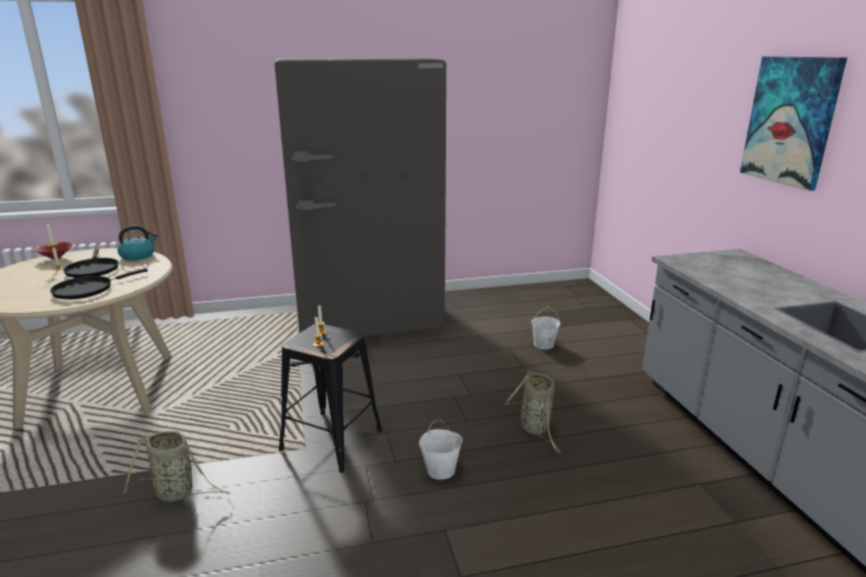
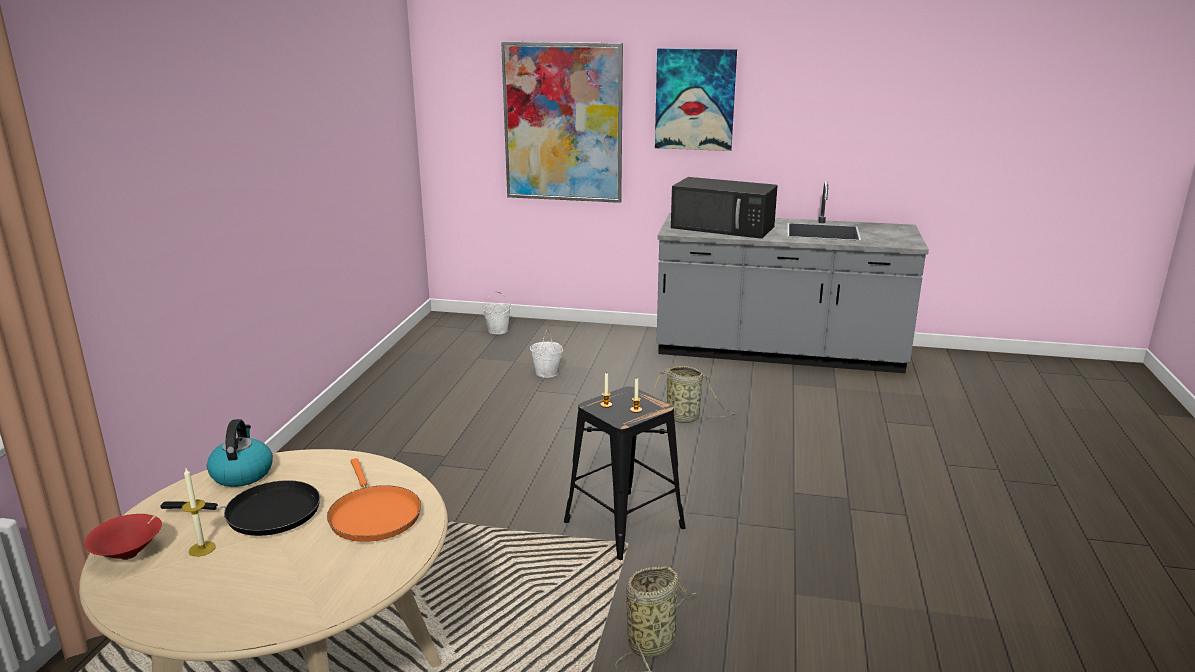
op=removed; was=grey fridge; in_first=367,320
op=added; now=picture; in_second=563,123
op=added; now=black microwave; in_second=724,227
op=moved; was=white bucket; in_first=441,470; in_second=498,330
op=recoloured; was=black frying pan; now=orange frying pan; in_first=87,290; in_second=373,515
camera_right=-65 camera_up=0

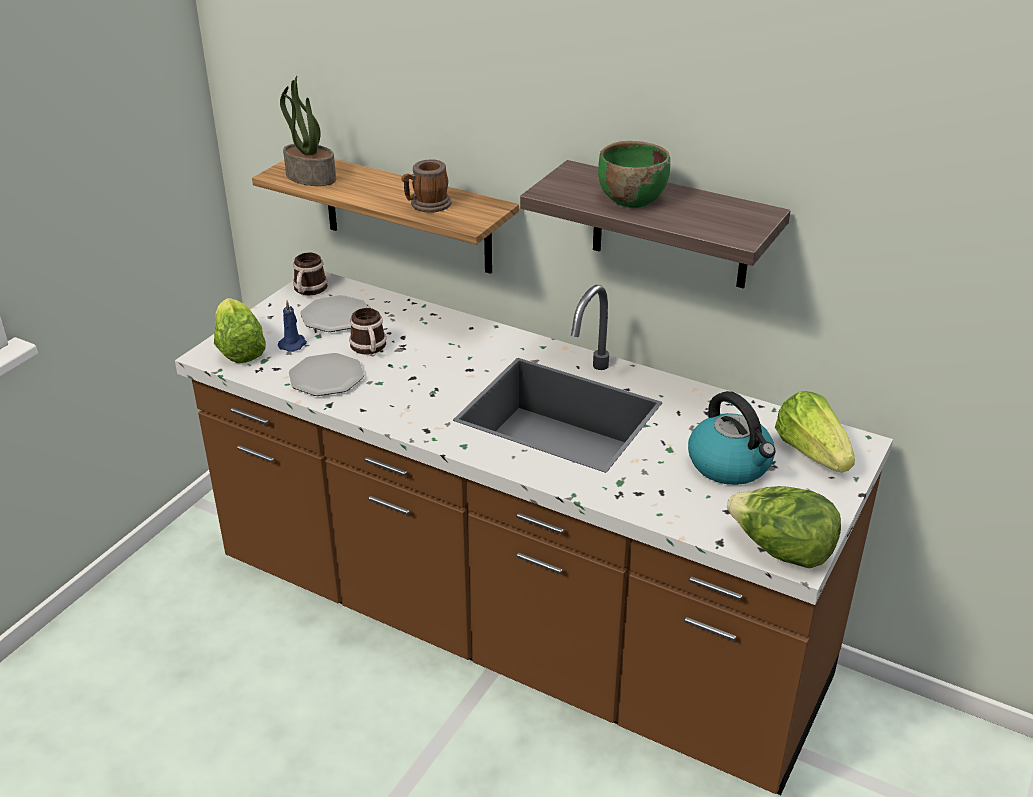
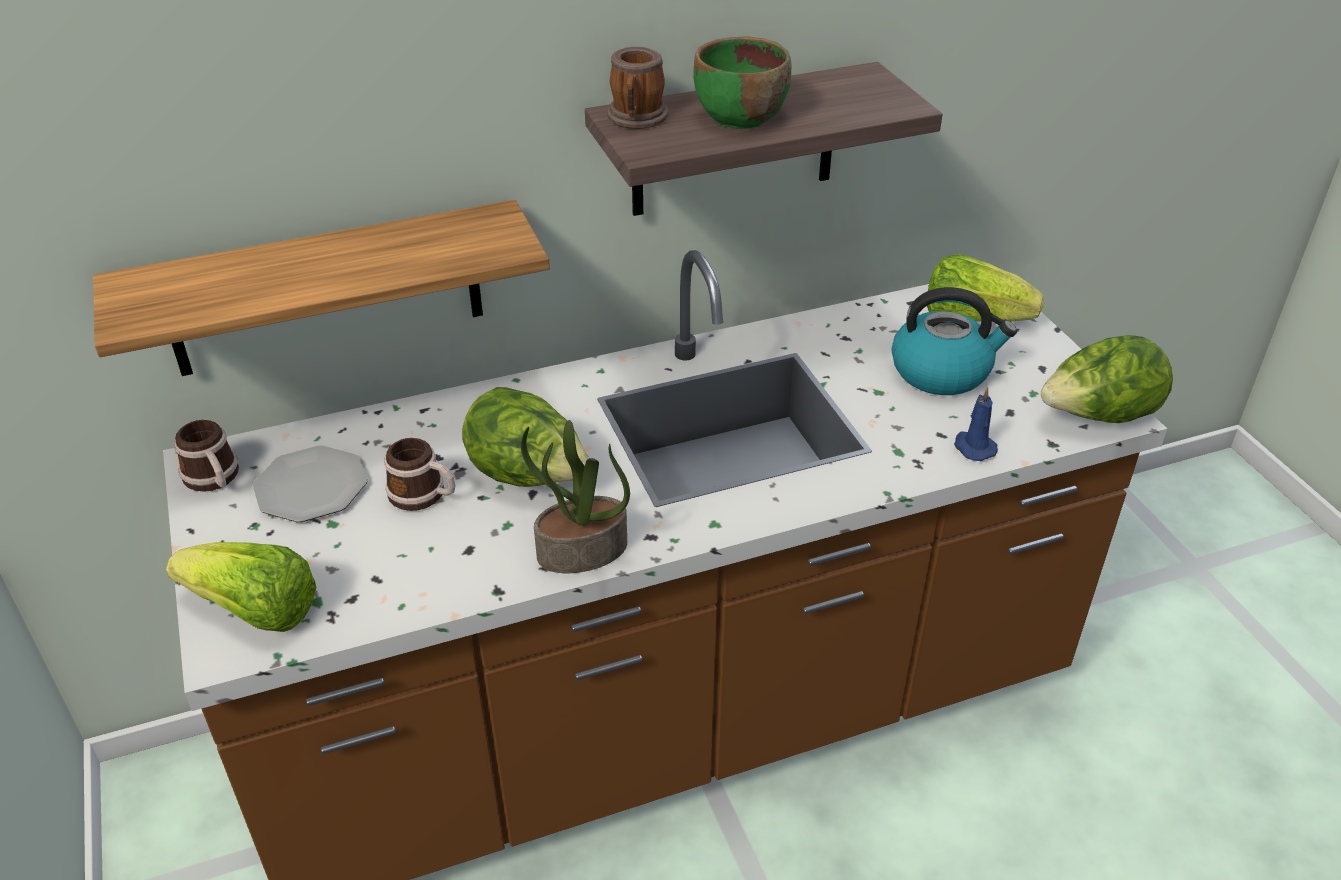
op=removed; was=plate; in_first=325,377
op=added; now=lettuce; in_second=528,476
op=moved; was=blue candle; in_first=293,344; in_second=973,447
op=moved; was=potted plant; in_first=309,178; in_second=581,552
op=moved; was=mug; in_first=426,205; in_second=636,119
camera_right=-50 camera_up=5

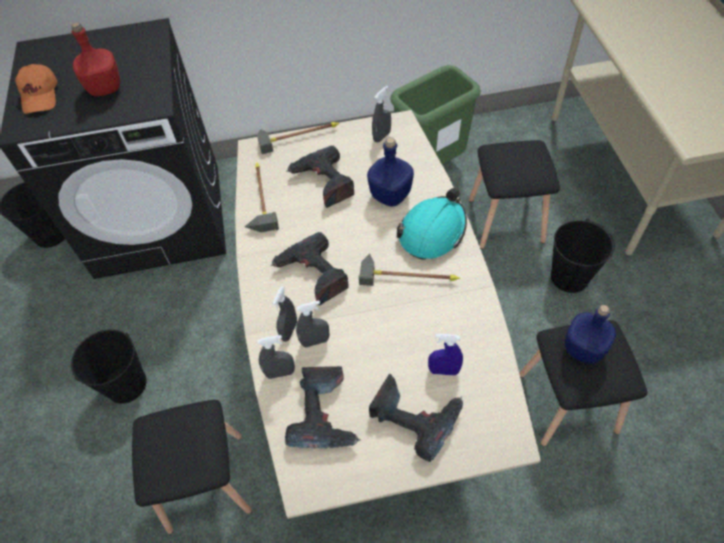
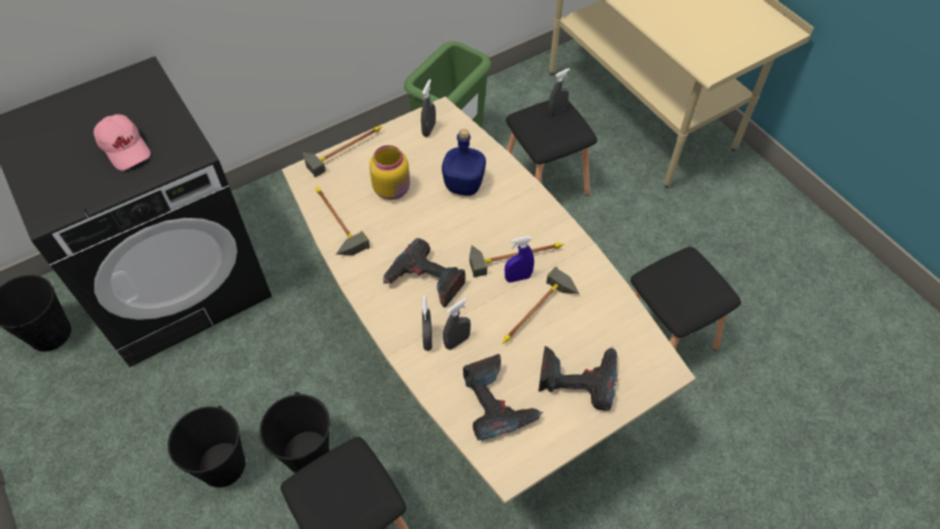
op=removed; was=orange cap; in_first=41,96
op=removed; was=turquoise hard hat; in_first=432,231
op=removed; was=blue bottle; in_first=584,349
op=added; now=hammer; in_second=538,316
op=moved; was=grey spray bottle; in_first=280,373; in_second=557,110
op=moved; was=blue spray bottle; in_first=443,371; in_second=518,278
op=moved; was=black bucket; in_first=569,277; in_second=306,453
op=replaced; was=red bottle; now=pink cap; in_first=106,88; in_second=125,148
op=replaced; was=power drill; now=yellow jar; in_first=324,182; in_second=393,189
camera_right=-25 camera_up=0

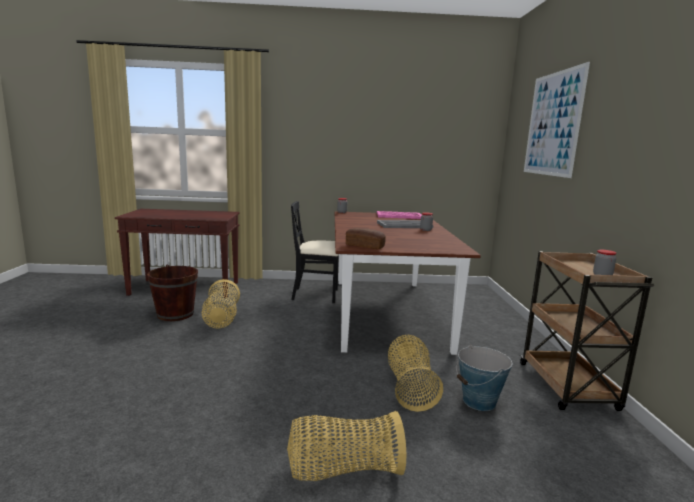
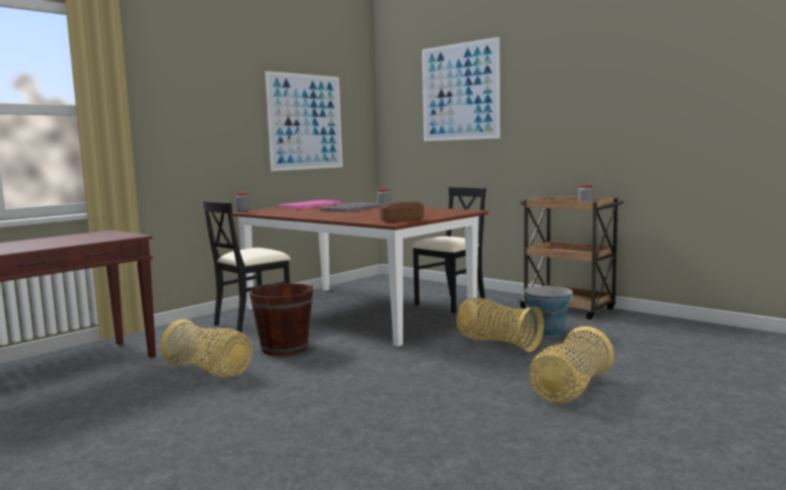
op=added; now=picture; in_second=305,122
op=added; now=black chair; in_second=450,304
op=moved; was=brown bucket; in_first=175,314; in_second=284,348
camera_right=-45 camera_up=-5

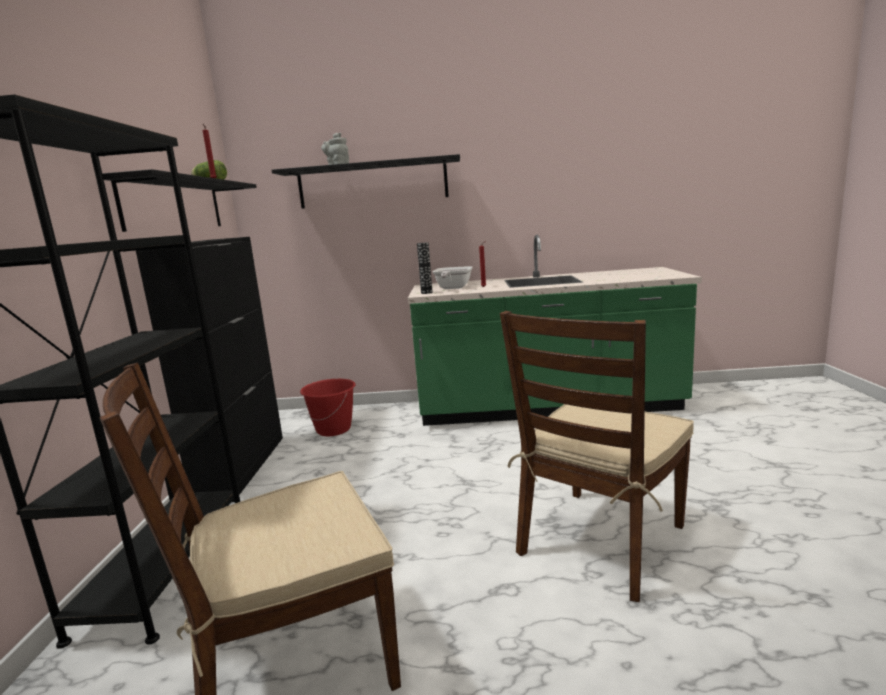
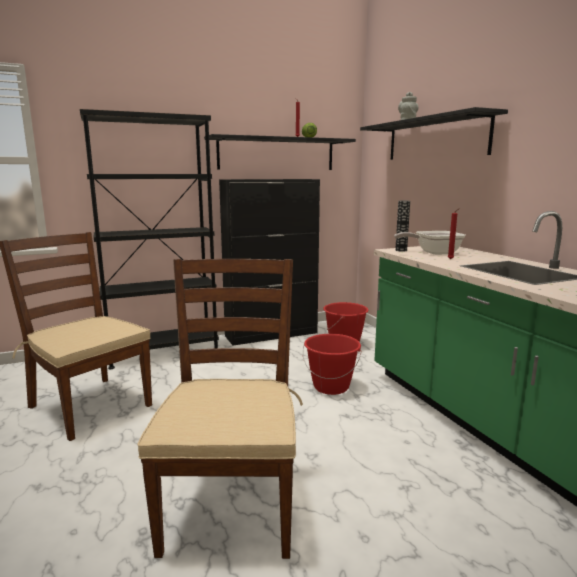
op=added; now=red bucket; in_second=331,386
op=turned; was=brown chair; in_first=601,540; in_second=231,503; clockwise=75
camera_right=65 camera_up=0

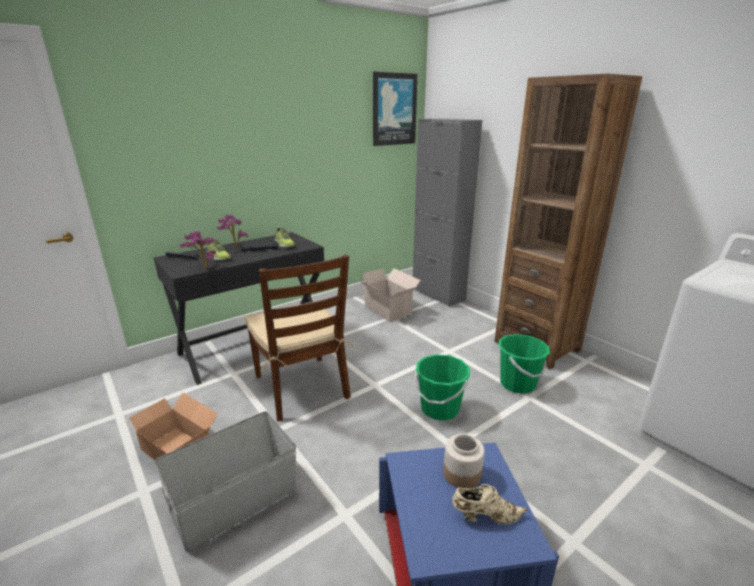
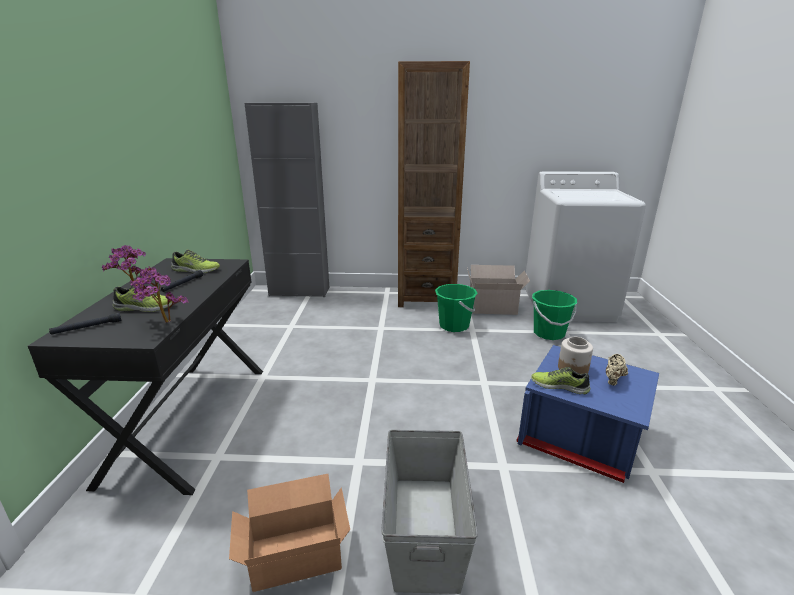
op=removed; was=brown chair; in_first=302,387
op=removed; was=picture; in_first=394,109
op=added; now=shoe; in_second=559,386
op=moved; was=cardboard box; in_first=388,311; in_second=494,307
op=moved; was=green bucket; in_first=439,409; in_second=549,333
camera_right=-50 camera_up=0

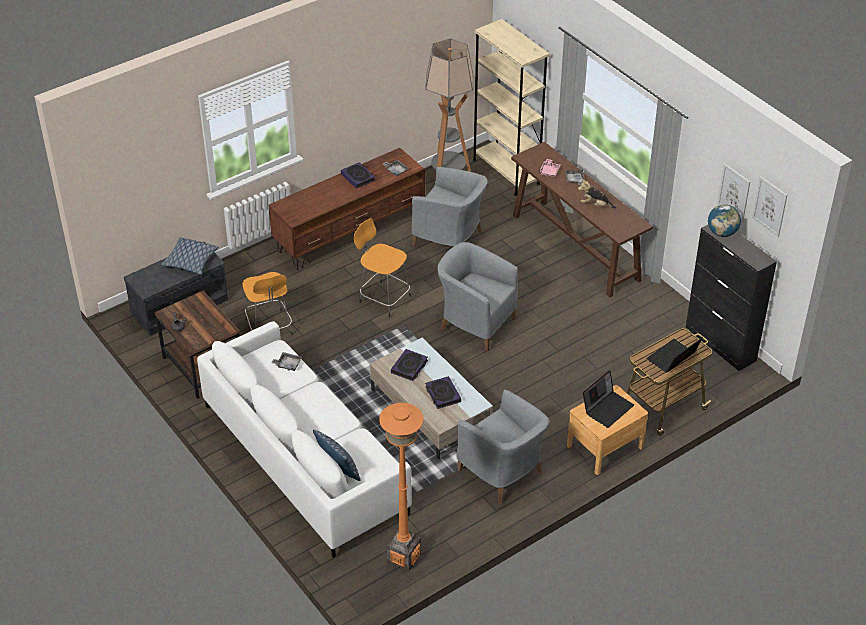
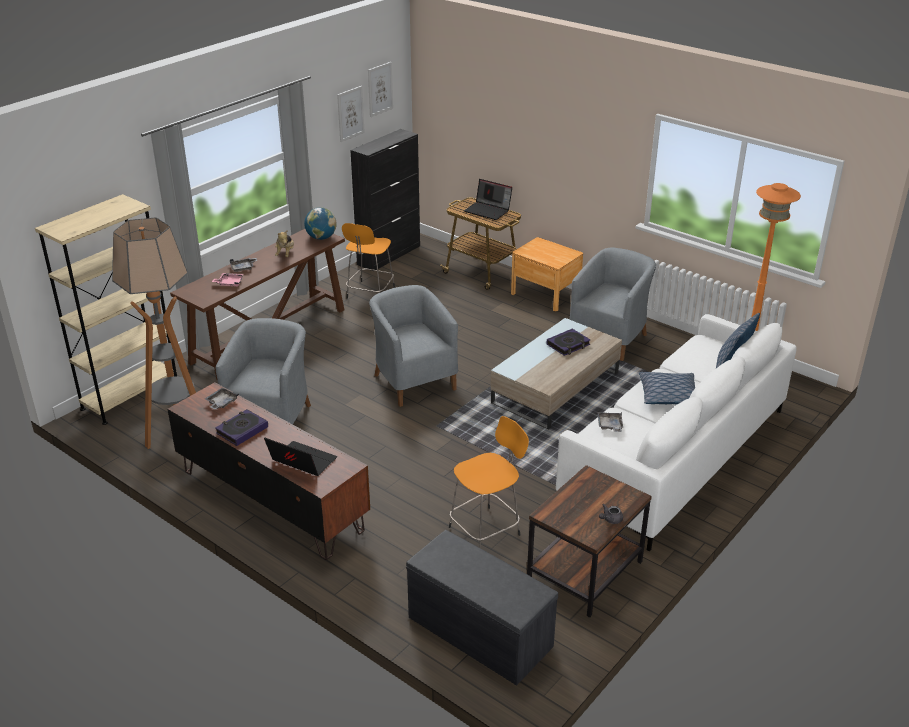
op=removed; was=book; in_first=409,367
op=moved; was=pillow; in_first=191,261; in_second=668,395
op=moved; was=orange stool; in_first=383,298; in_second=370,293
op=moved; was=laptop; in_first=607,408; in_second=301,462
op=moved; was=globe; in_first=722,233; in_second=321,238
op=turned; was=grey armchair; in_first=475,323; in_second=413,380; clockwise=135
camera_right=-105 camera_up=-10

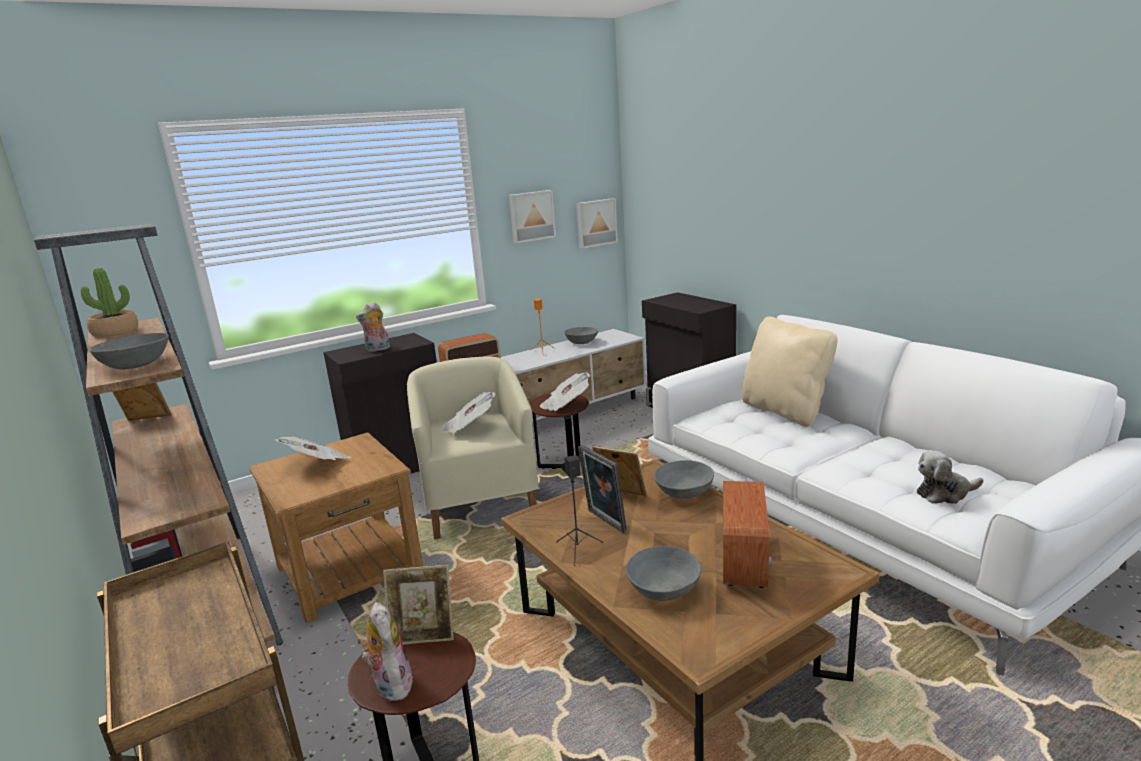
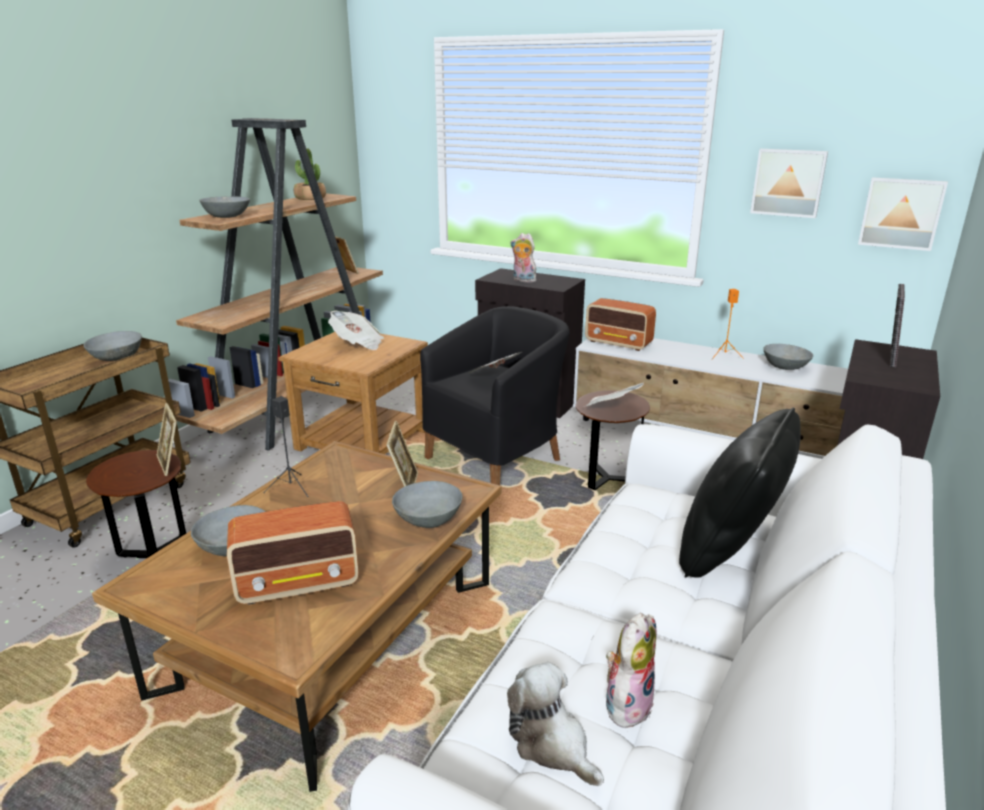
op=added; now=grey bowl; in_second=117,357
op=moved; was=plush toy; in_first=390,684; in_second=626,703
op=moved; was=picture frame; in_first=604,521; in_second=889,358
op=recoloured; was=beige armchair; now=black armchair; in_first=480,504; in_second=497,458
op=recoloured; was=beige pillow; now=black pillow; in_first=785,411; in_second=730,551
camera_right=60 camera_up=5

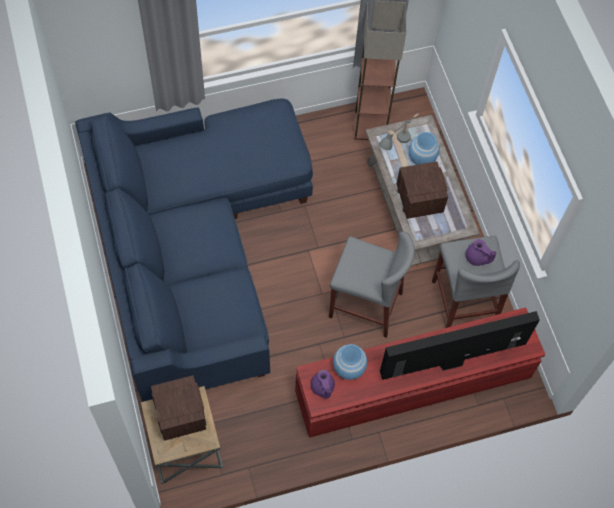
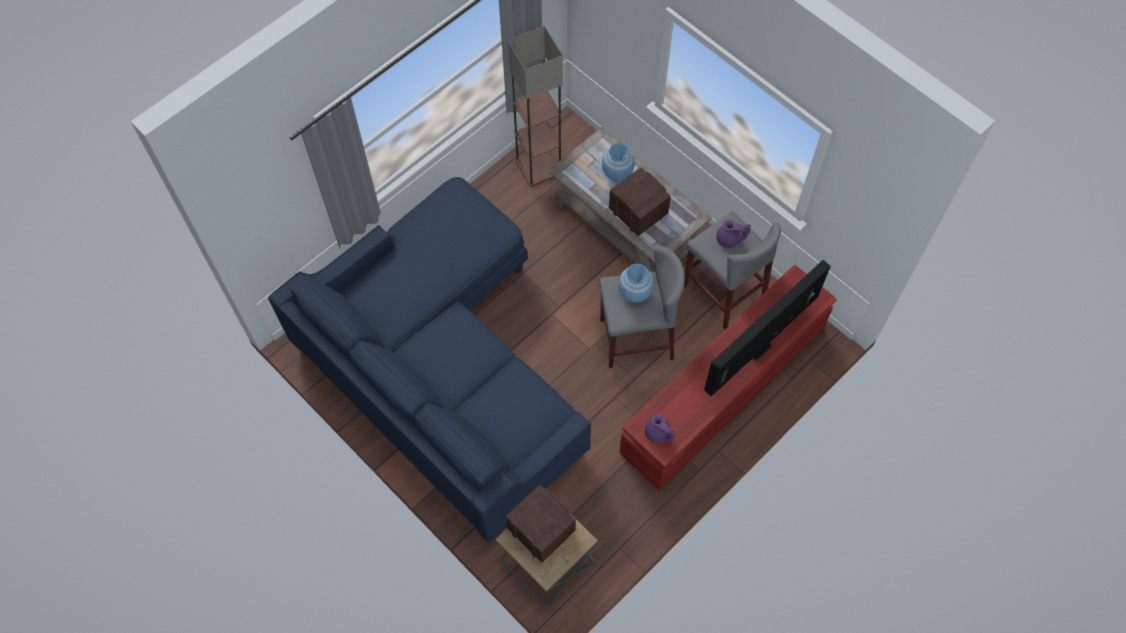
op=removed; was=grey table lamp; in_first=397,144
op=moved; was=blue vase; in_first=348,368; in_second=634,292
camera_right=-25 camera_up=0

